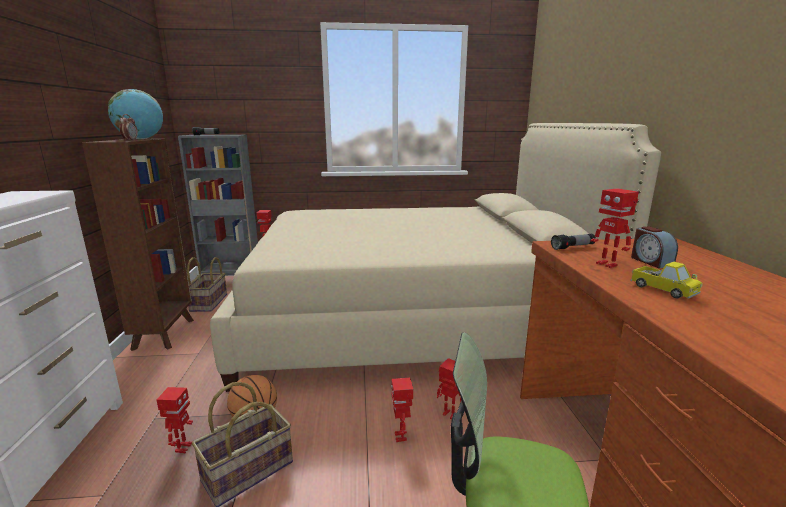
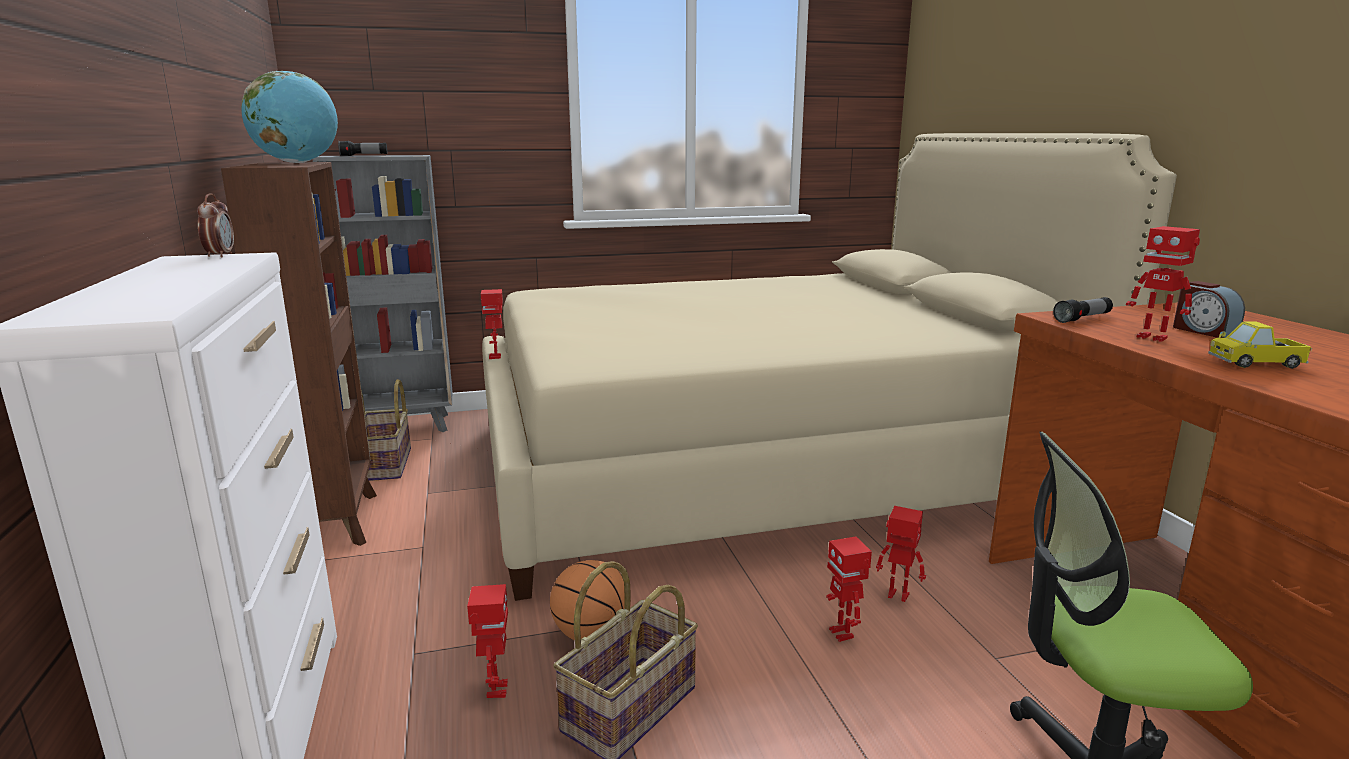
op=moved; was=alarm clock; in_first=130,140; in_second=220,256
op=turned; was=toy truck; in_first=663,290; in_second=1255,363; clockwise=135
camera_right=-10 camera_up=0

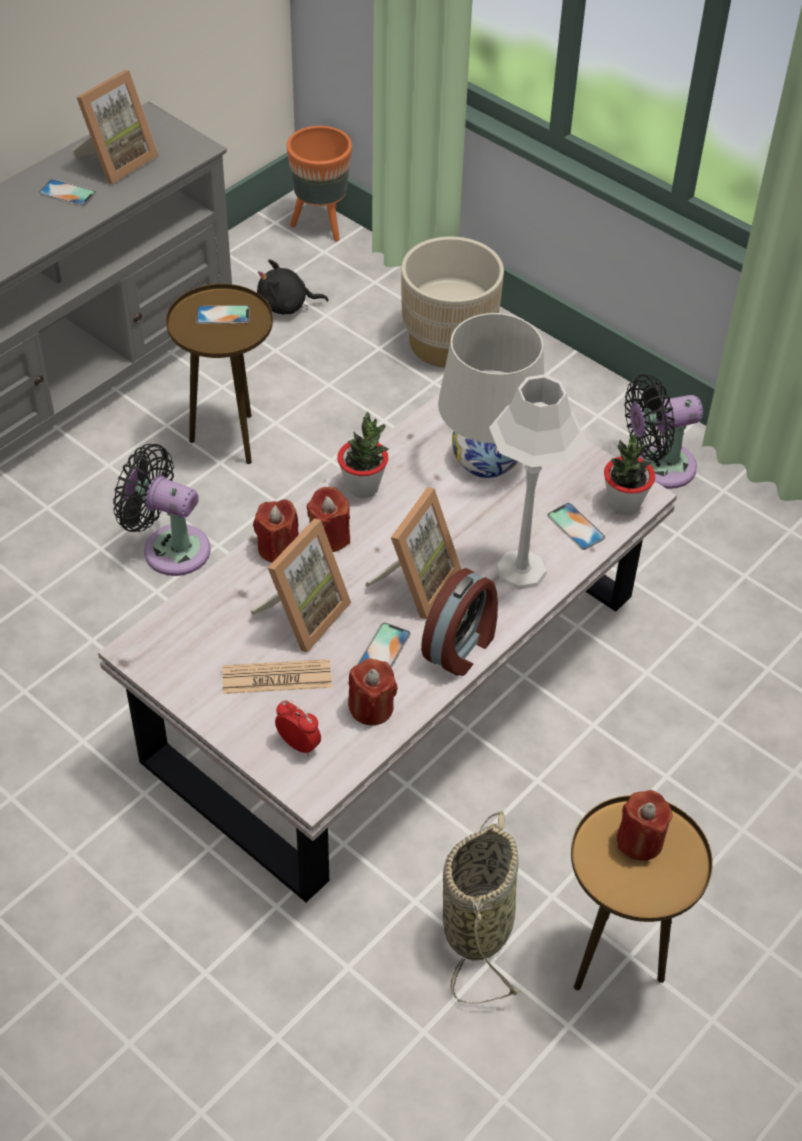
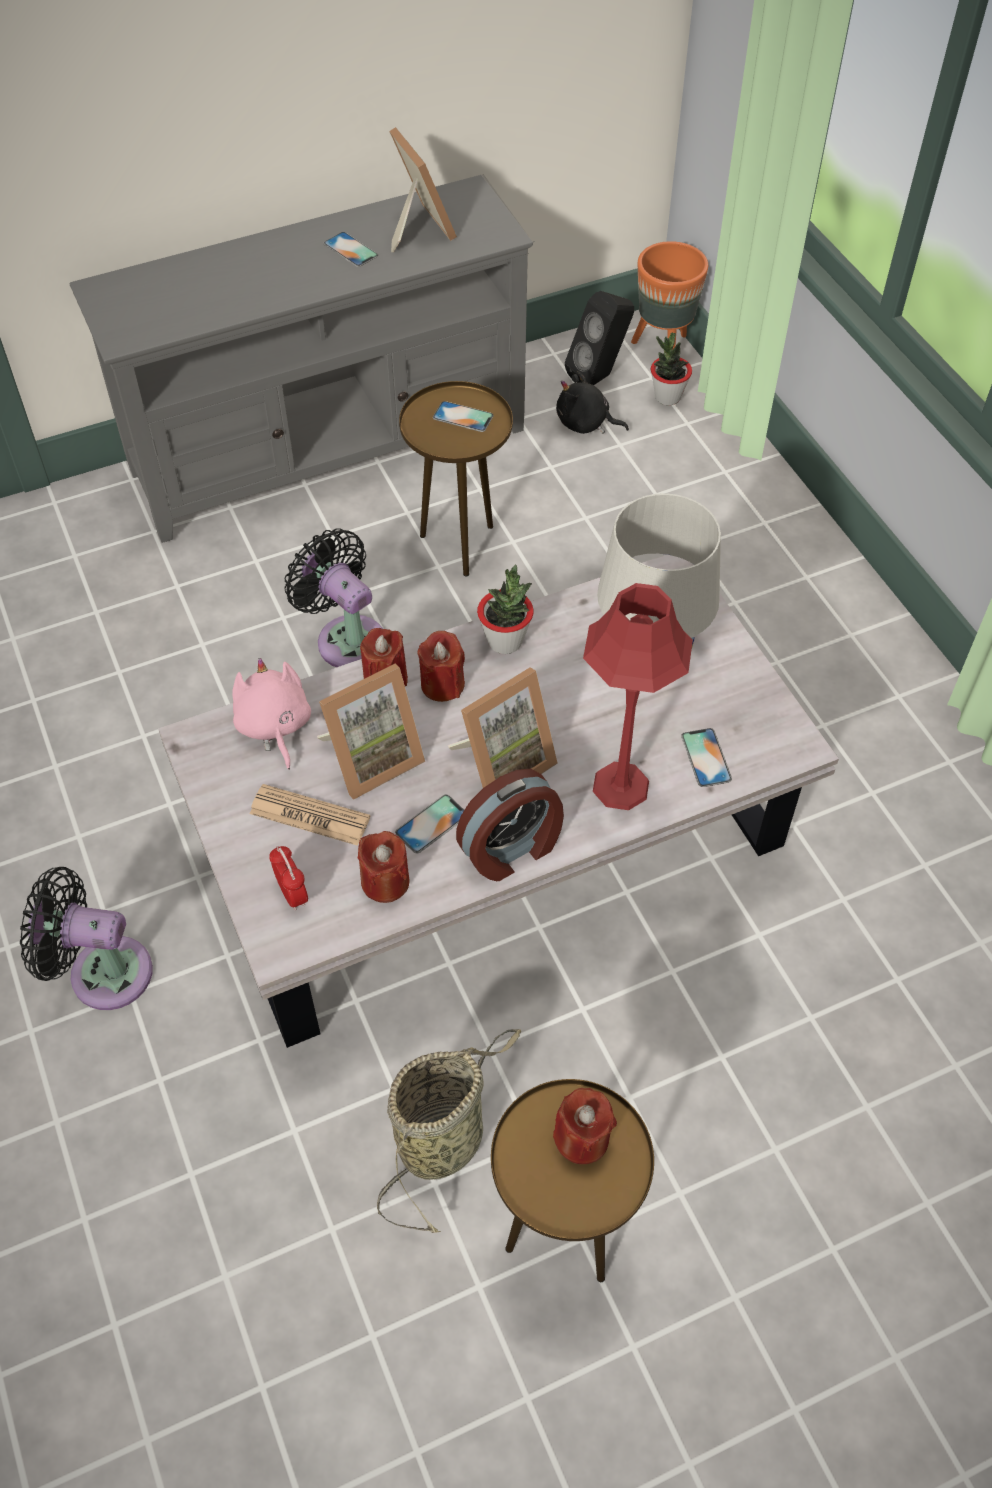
op=removed; was=beige planter; in_first=448,342
op=added; now=pink plush toy; in_second=274,726
op=added; now=black speaker; in_second=599,377
op=moved; was=potted plant; in_first=624,504; in_second=667,397
op=moved; was=black fan; in_first=657,467; in_second=102,972
op=recoloured; was=grey table lamp; now=red table lamp; in_first=520,570; in_second=620,786
op=turned; was=picture frame; in_first=117,161; in_second=417,228; clockwise=-90
camera_right=25 camera_up=5

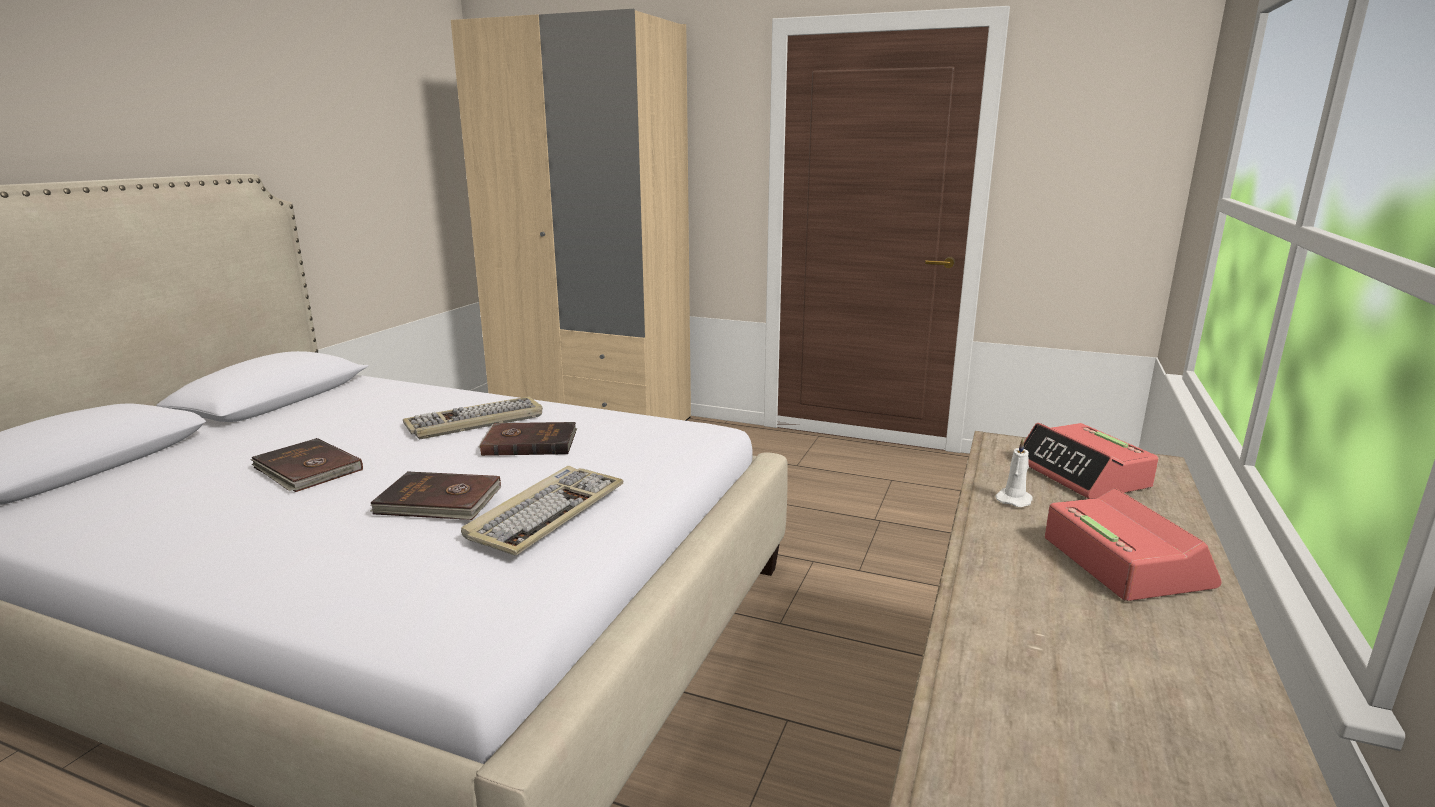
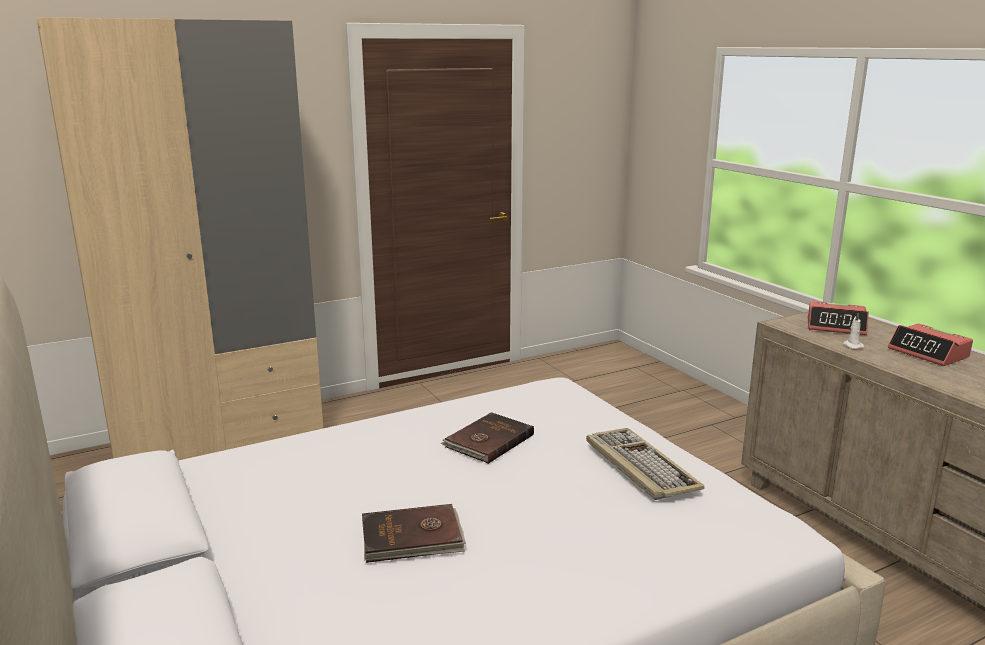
op=removed; was=brown book; in_first=439,501
op=removed; was=keyboard; in_first=475,421
op=turned; was=alarm clock; in_first=1124,562; in_second=928,353; clockwise=-150
camera_right=-50 camera_up=0

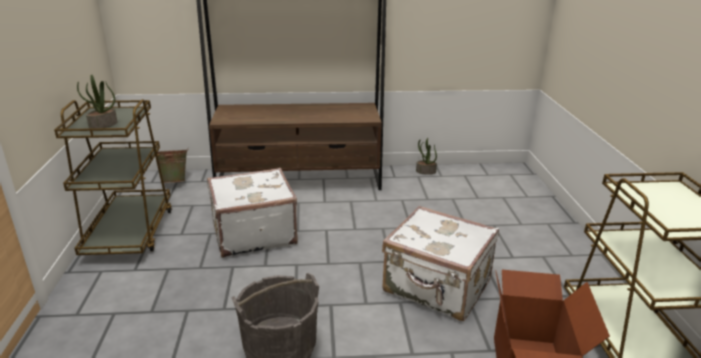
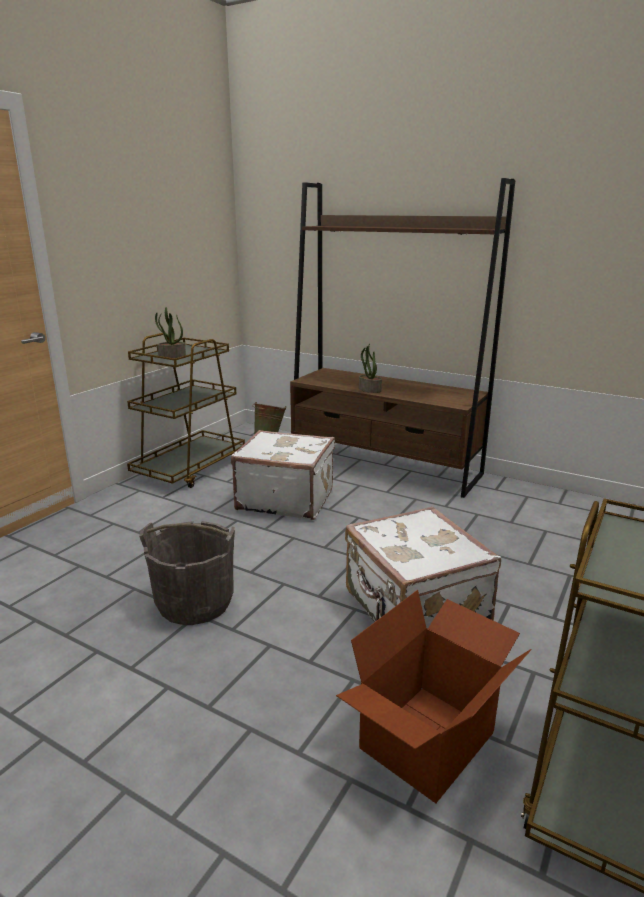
op=moved; was=potted plant; in_first=425,172; in_second=369,390
camera_right=35 camera_up=-5

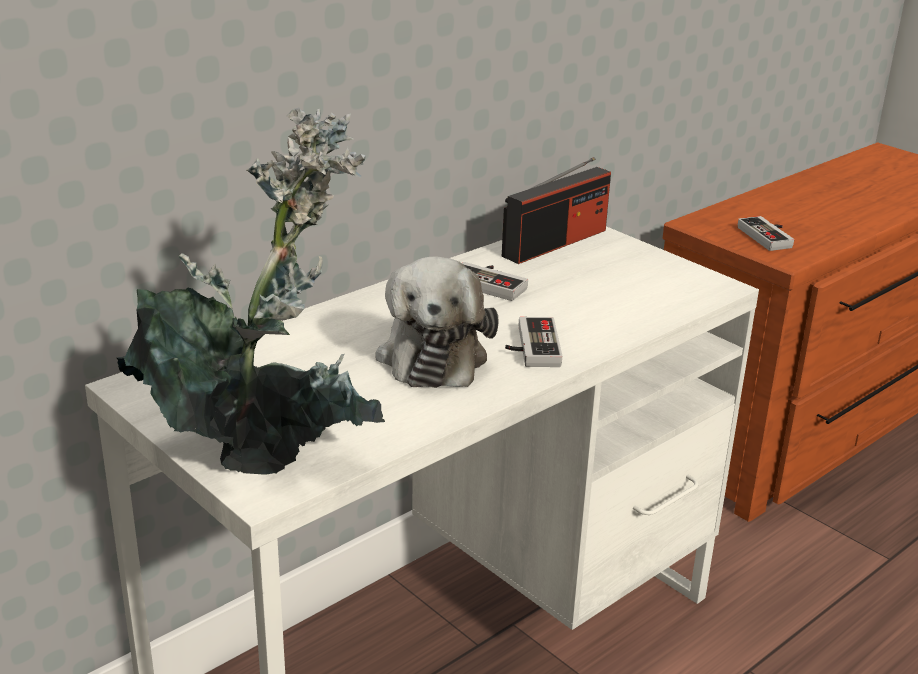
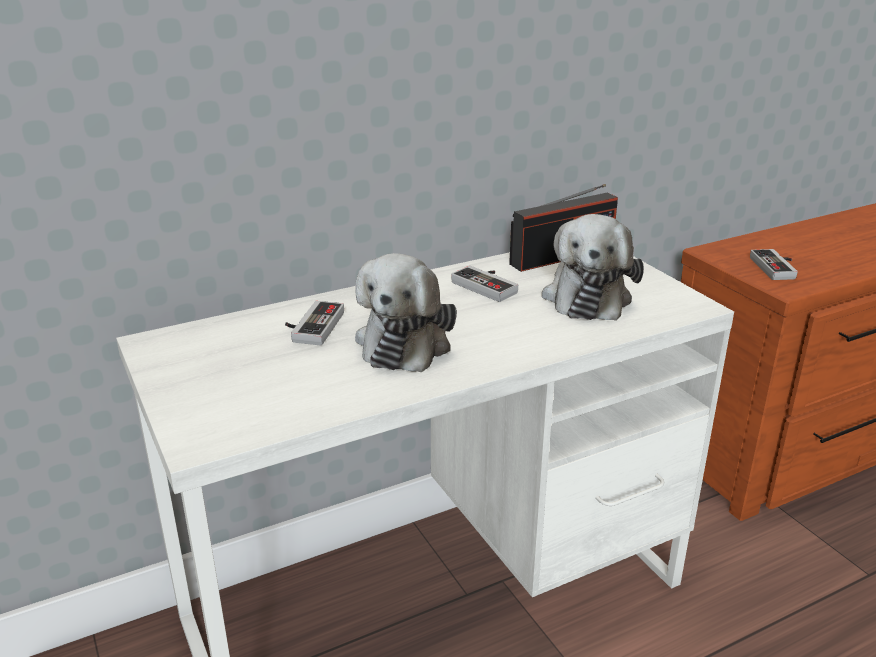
op=removed; was=potted plant; in_first=265,450
op=added; now=plush toy; in_second=587,296
op=moved; was=game controller; in_first=530,347; in_second=311,326
camera_right=15 camera_up=0

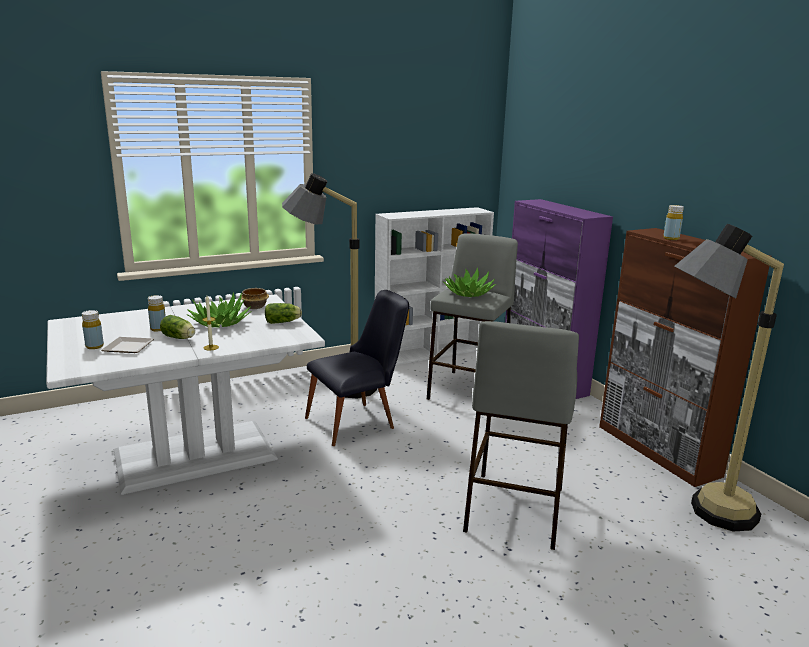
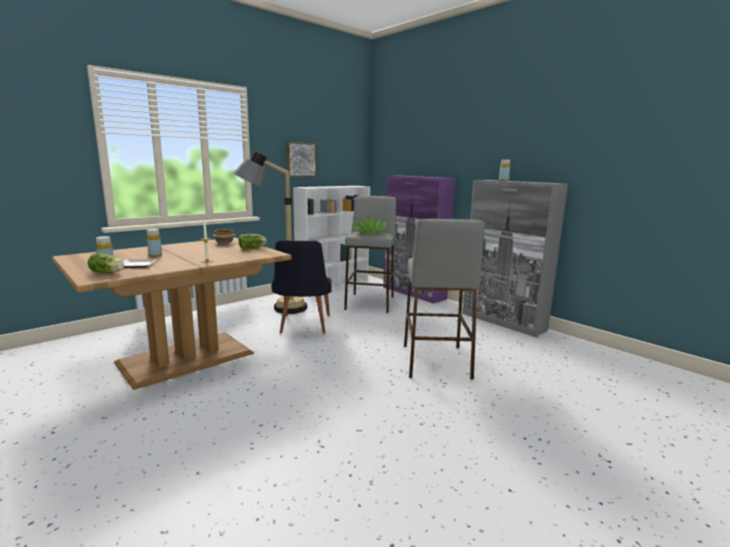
op=removed; was=potted plant; in_first=220,323
op=removed; was=floor lamp; in_first=697,513
op=added; now=picture; in_second=300,159
op=moved; was=lettuce; in_first=179,338; in_second=108,273
op=recoloured; was=white dining table; now=brown dining table; in_first=194,454; in_second=185,358
op=recoloured; was=brown cabinet; now=grey cabinet; in_first=657,451; in_second=503,322
op=turned; was=black chair; in_first=358,422; in_second=303,326; clockwise=135
camera_right=-15 camera_up=-5

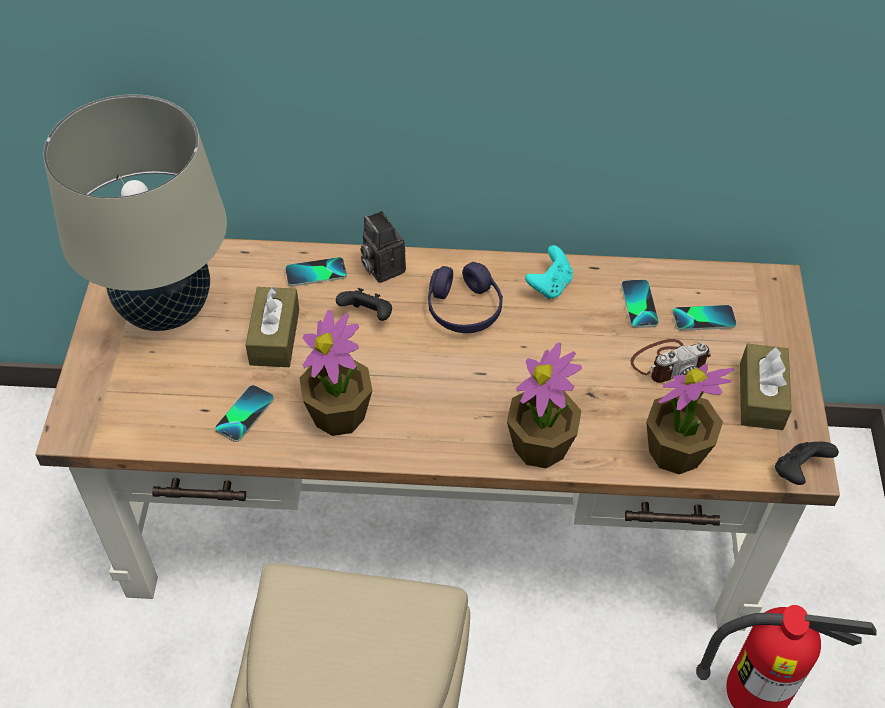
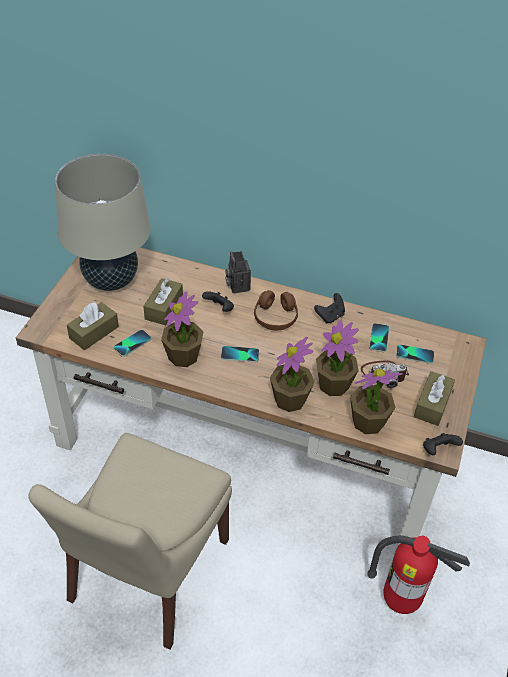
op=added; now=brown tissue box; in_second=94,332
op=added; now=potted plant; in_second=334,385
op=moved; was=phone; in_first=316,273; in_second=240,355
op=recoloured; was=purple headphones; now=brown headphones; in_first=464,309; in_second=275,317
op=recoloured; was=turquoise game controller; now=black game controller; in_first=550,285; in_second=330,316
camera_right=15 camera_up=-5

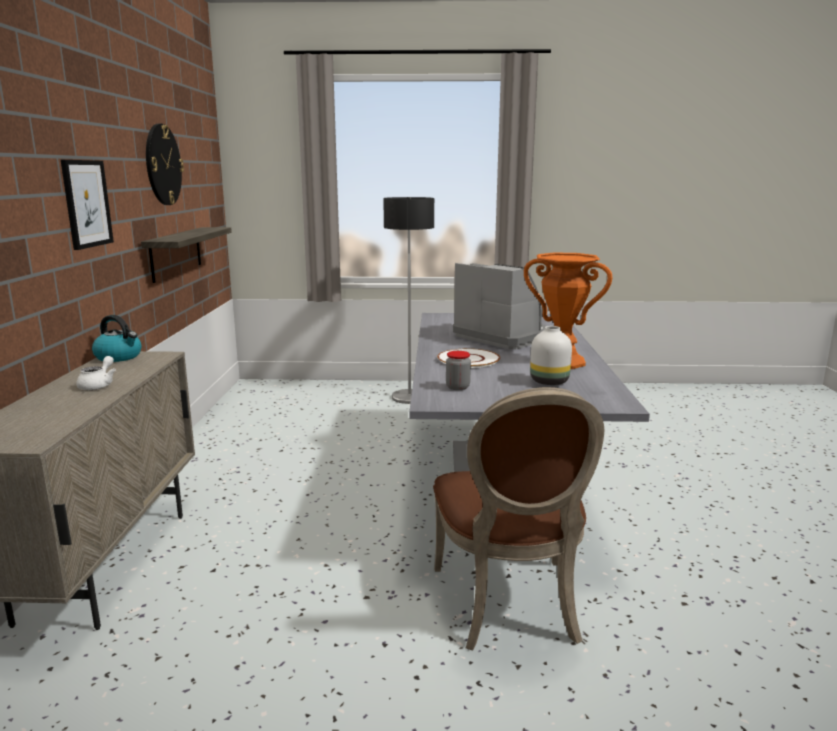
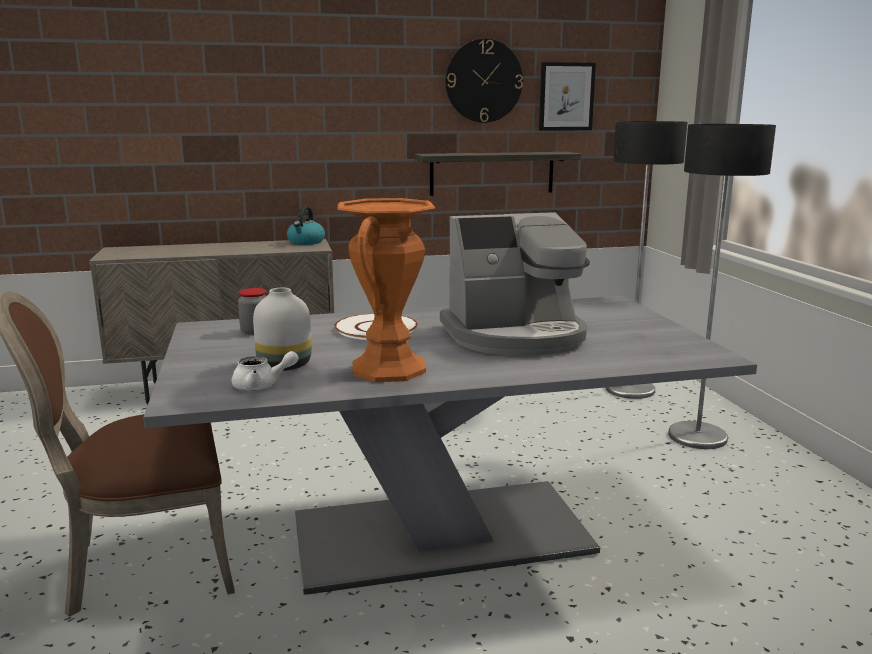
op=added; now=floor lamp; in_second=630,389
op=moved; was=picture; in_first=86,203; in_second=566,96
op=moved; was=white teapot; in_first=98,385; in_second=262,386
op=turned; was=coffee machine; in_first=502,337; in_second=515,336; clockwise=45
camera_right=75 camera_up=0

